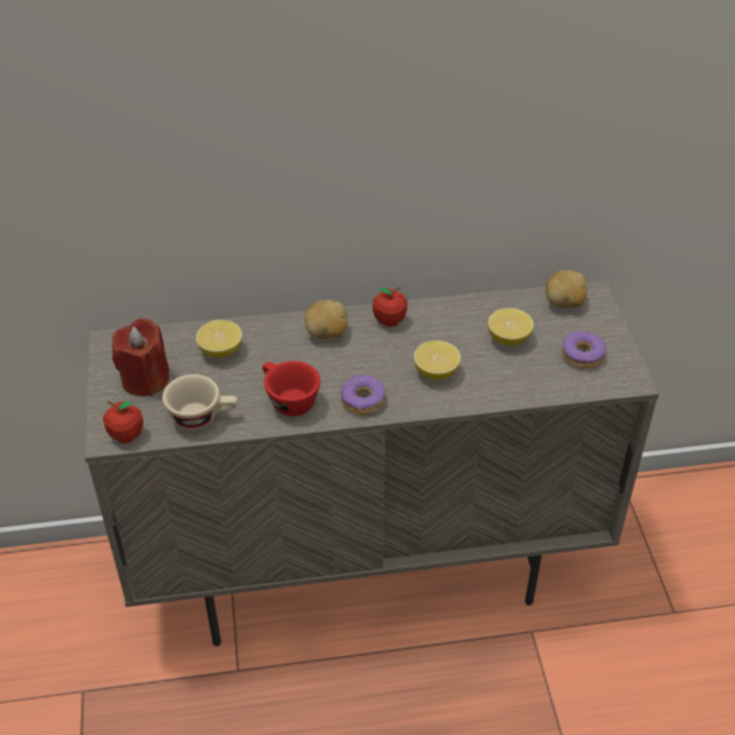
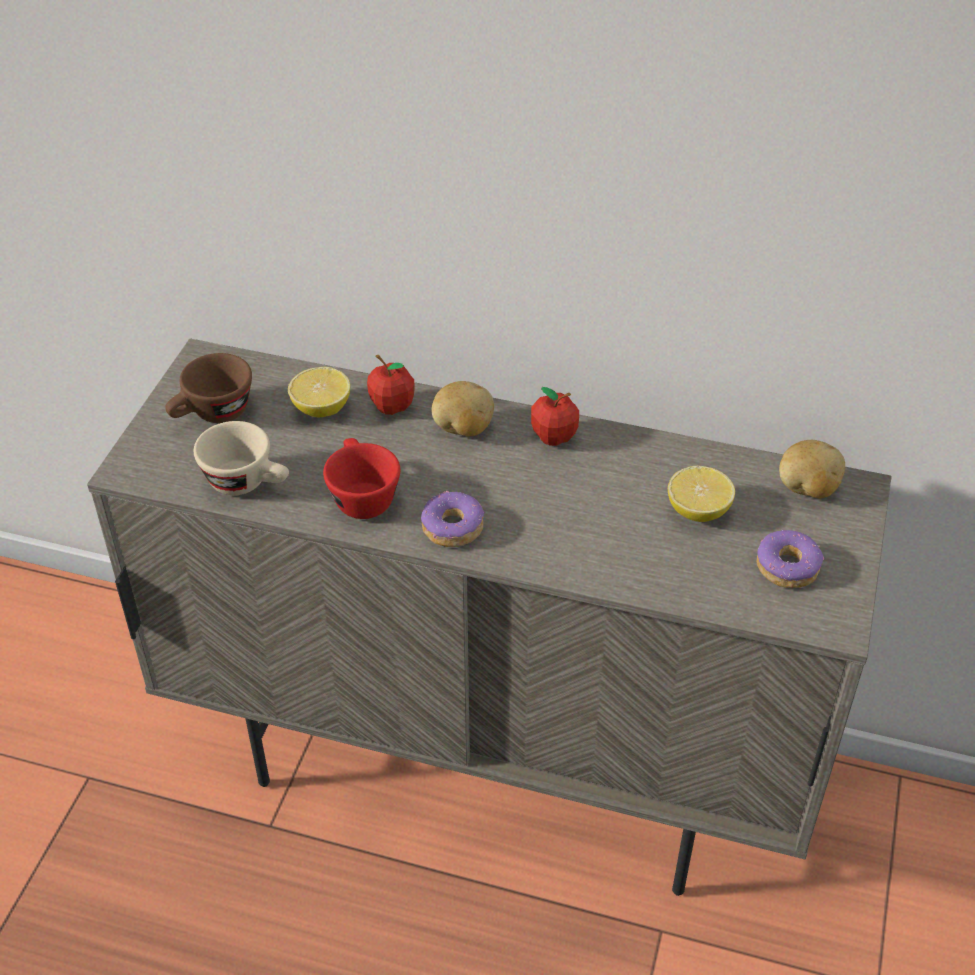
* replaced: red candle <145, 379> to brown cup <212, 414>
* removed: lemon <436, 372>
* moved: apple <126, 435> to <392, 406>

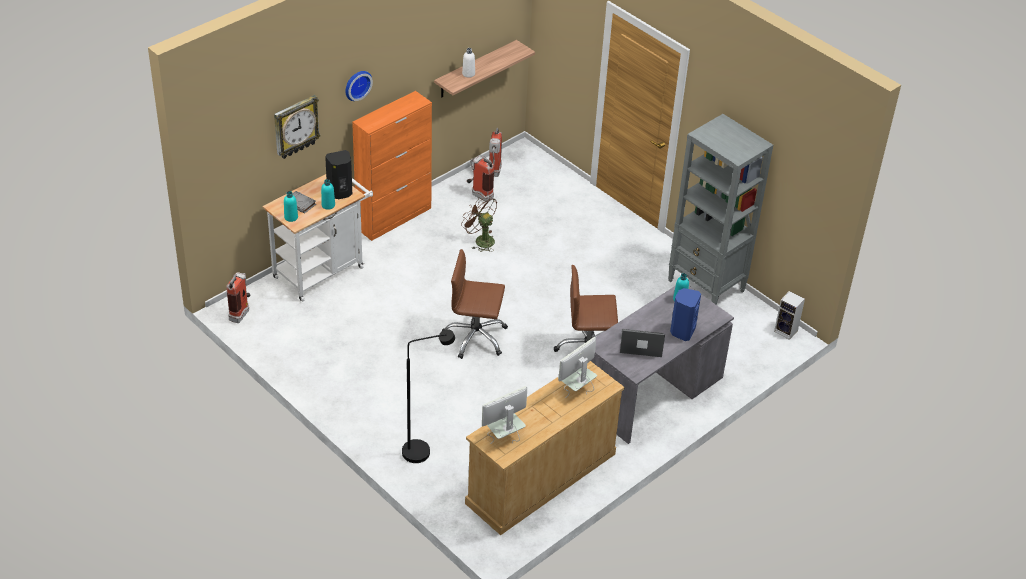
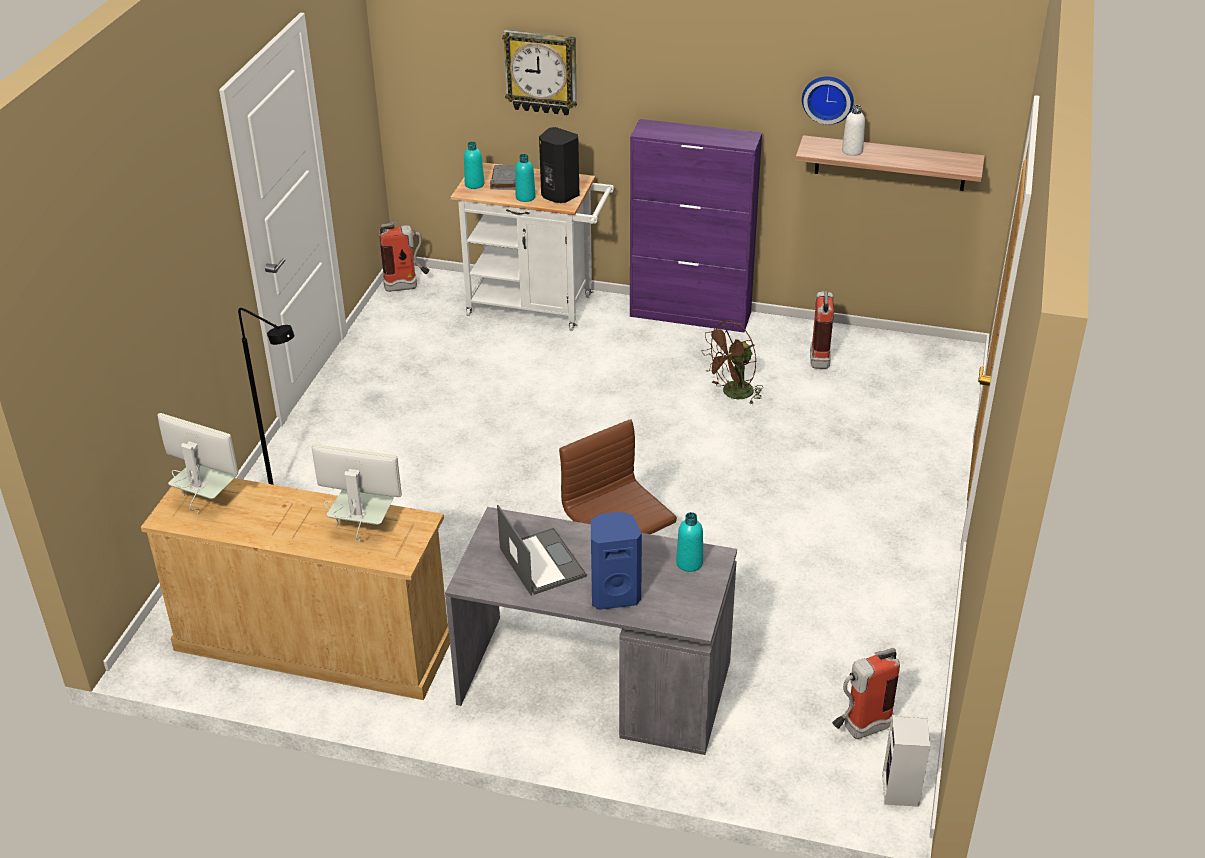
* moved: wall clock <356, 84> to <828, 98>
* recoloured: orange cabinet <394, 218> to purple cabinet <691, 314>
* removed: grey bookcase <706, 286>
* moved: fire extinguisher <494, 173> to <859, 730>
* turned: brown fan <480, 240> = <733, 394> 135 degrees counterclockwise
* removed: brown office chair <475, 337>

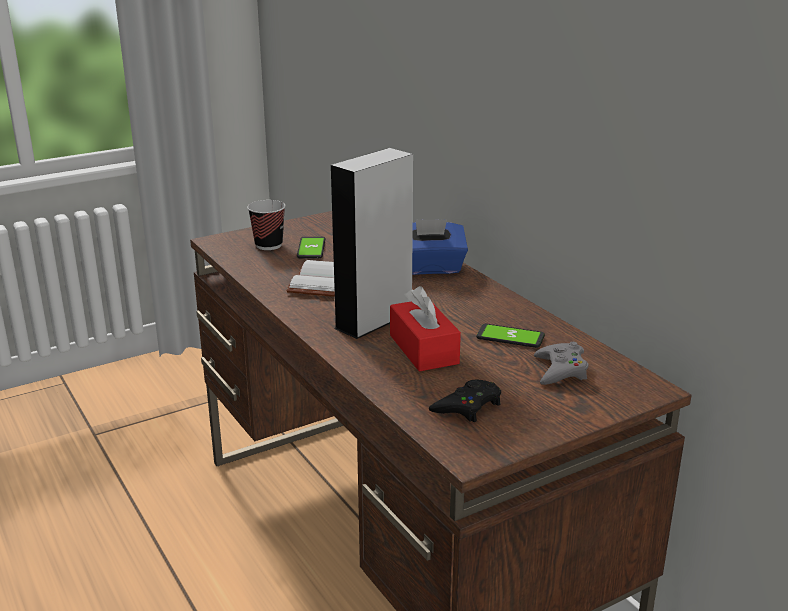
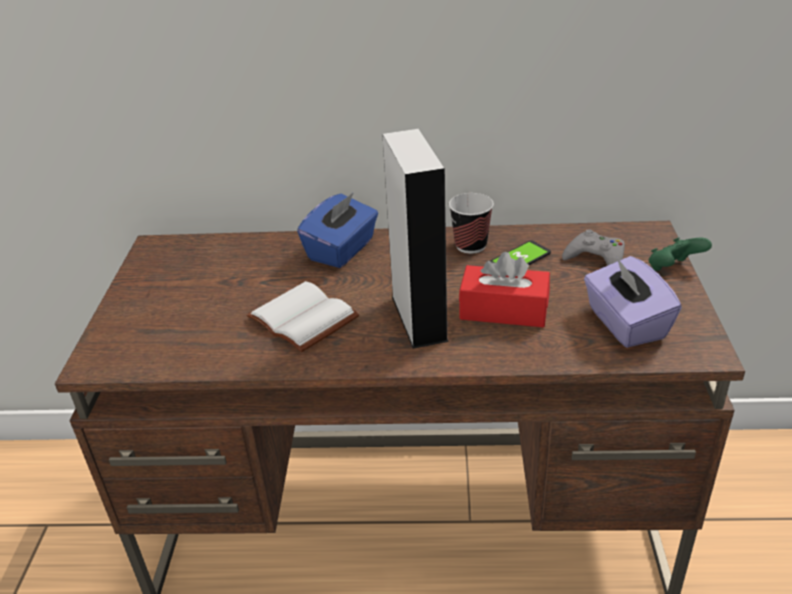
* moved: cup <268, 245> to <470, 245>
* removed: phone <311, 248>
* replaced: black game controller <467, 406> to purple tissue box <625, 323>
* added: green game controller <673, 269>

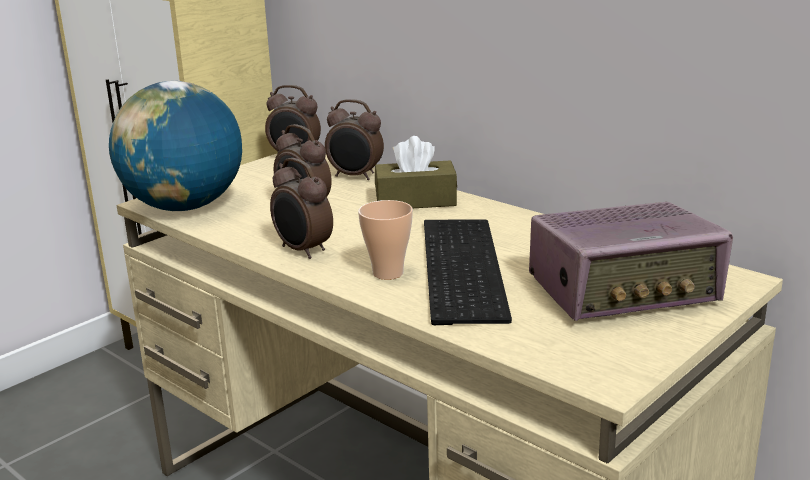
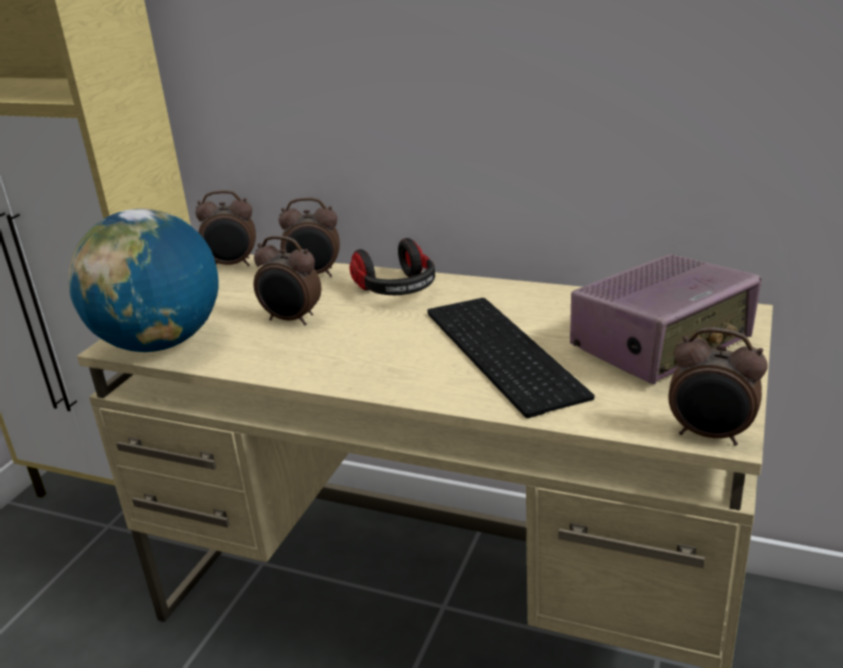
* replaced: brown tissue box <415, 201> to headphones <397, 290>
* moved: alarm clock <303, 251> to <710, 435>
* removed: cup <388, 273>

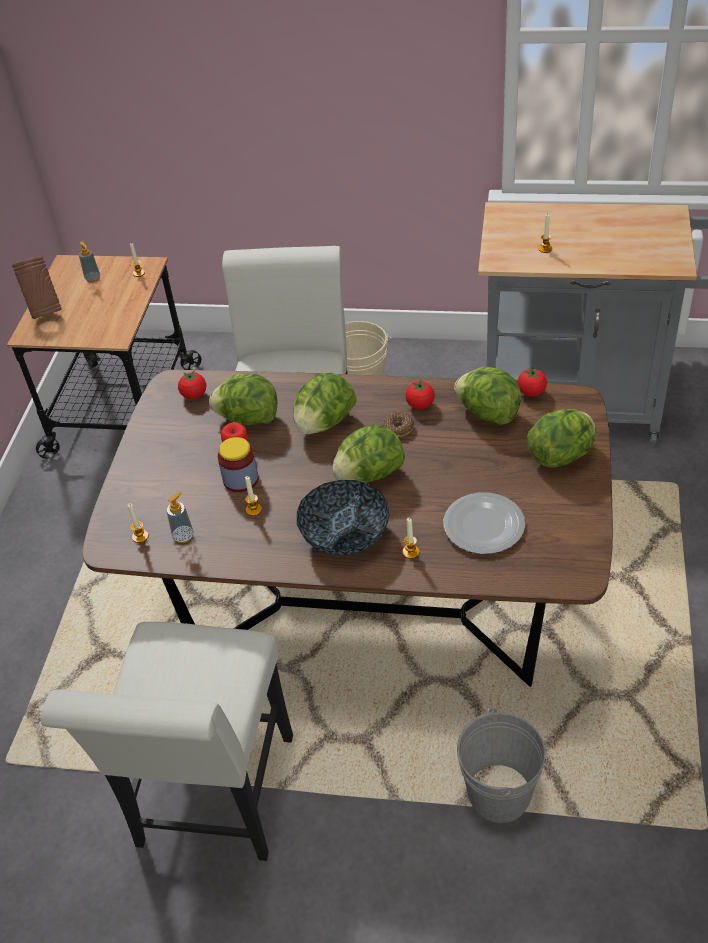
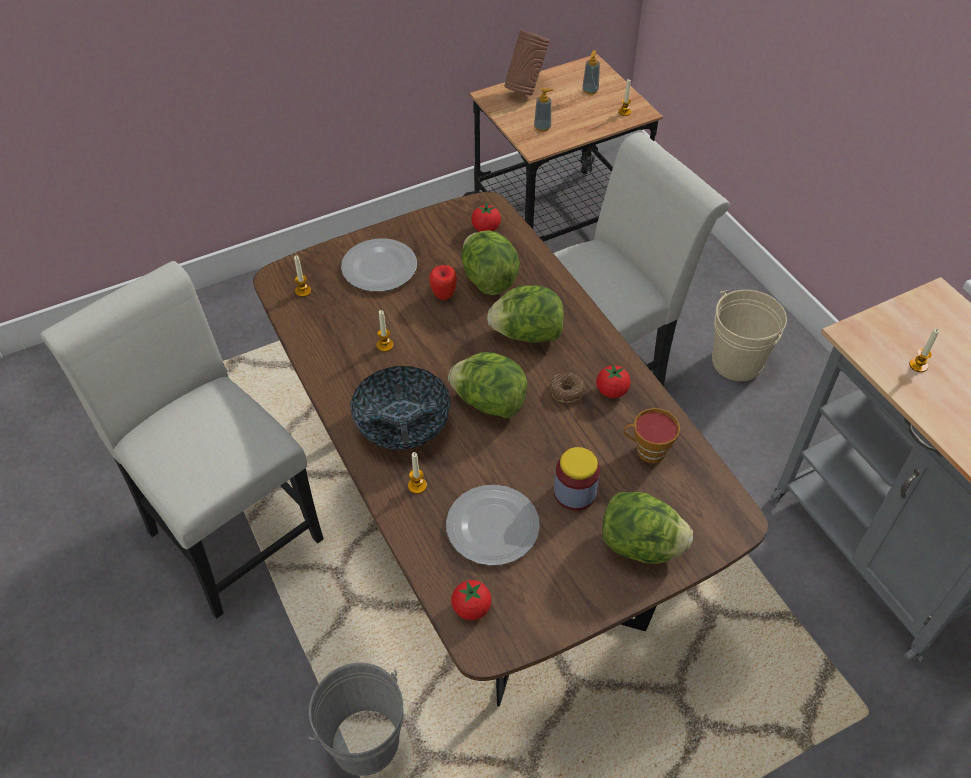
* replaced: lettuce <487, 413> to cup <647, 451>
* moved: tomato <531, 392> to <471, 608>
* moved: jar <241, 479> to <575, 493>
* moved: soap dispenser <183, 536> to <542, 127>
* turned: white chair <213, 803> = <227, 527> 75 degrees clockwise
* added: plate <378, 267>

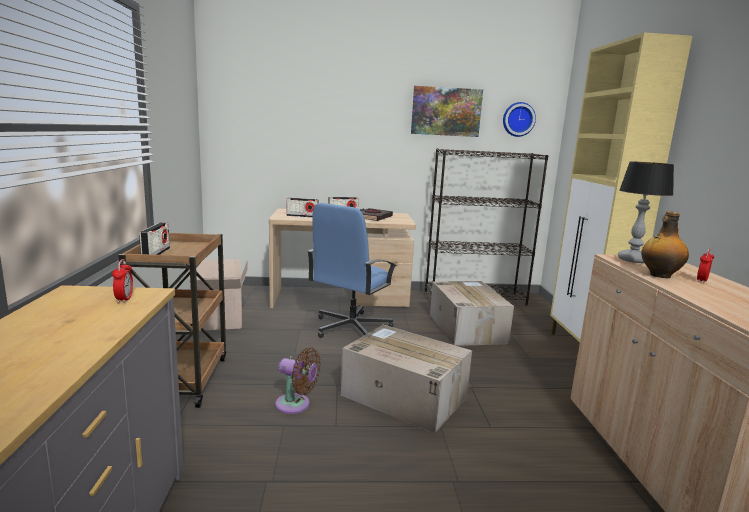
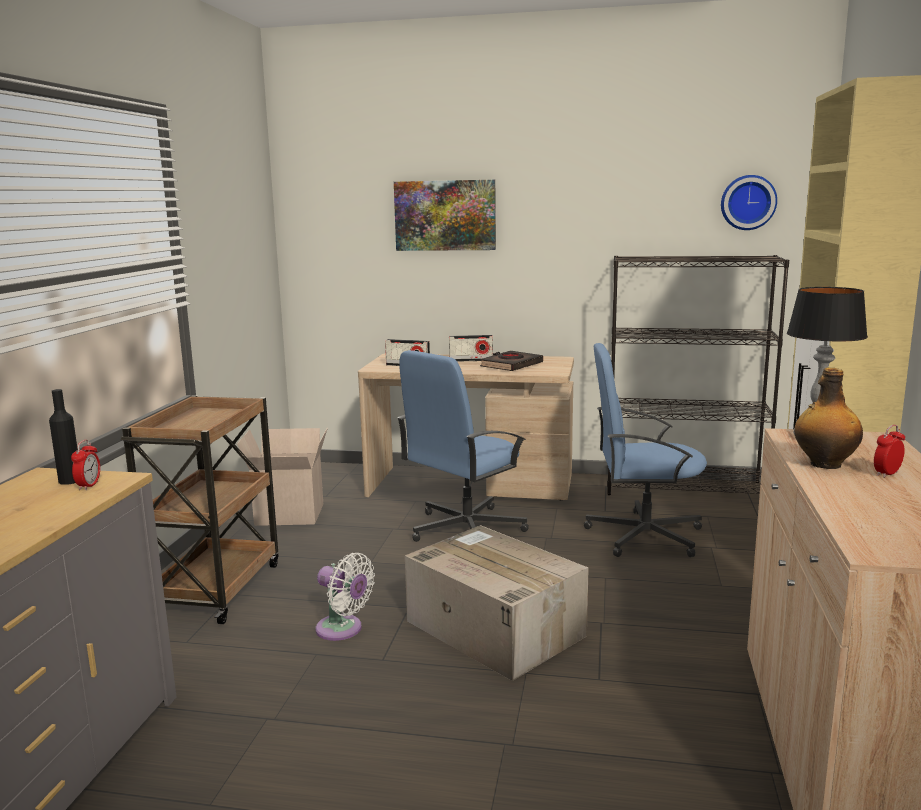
* moved: picture <446, 111> to <445, 215>
* removed: radio <156, 254>
* replaced: cardboard box <466, 328> to blue office chair <642, 535>
* recoloured: brown fan <296, 405> to white fan <343, 630>
* added: black bottle <70, 480>

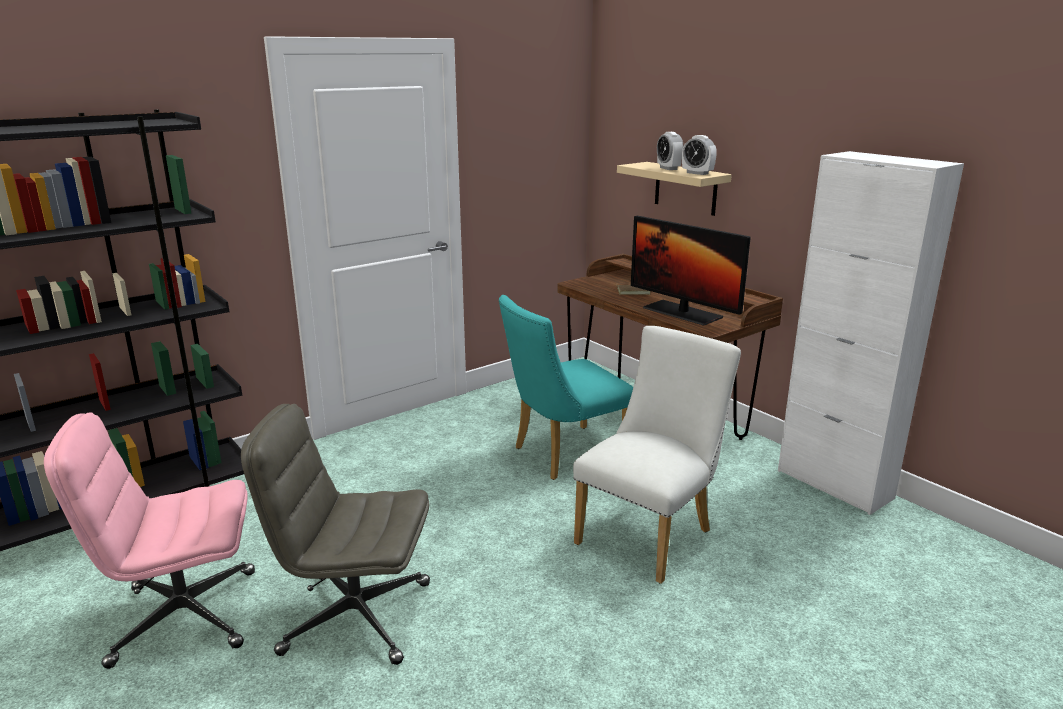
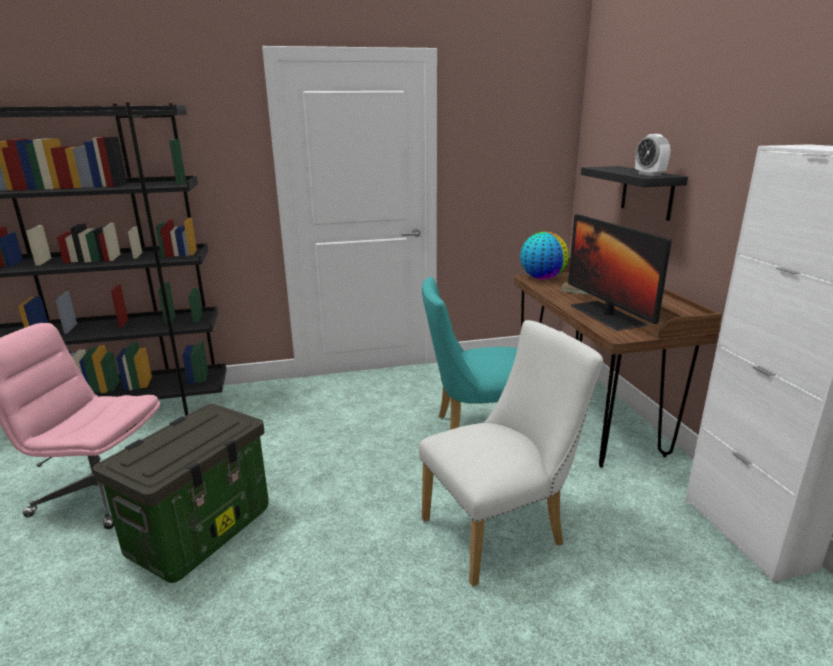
* removed: alarm clock <668, 168>
* recoloured: beige shelf <685, 188> to black shelf <647, 192>
* replaced: grey office chair <354, 617> to storage box <201, 531>
* added: globe <542, 278>

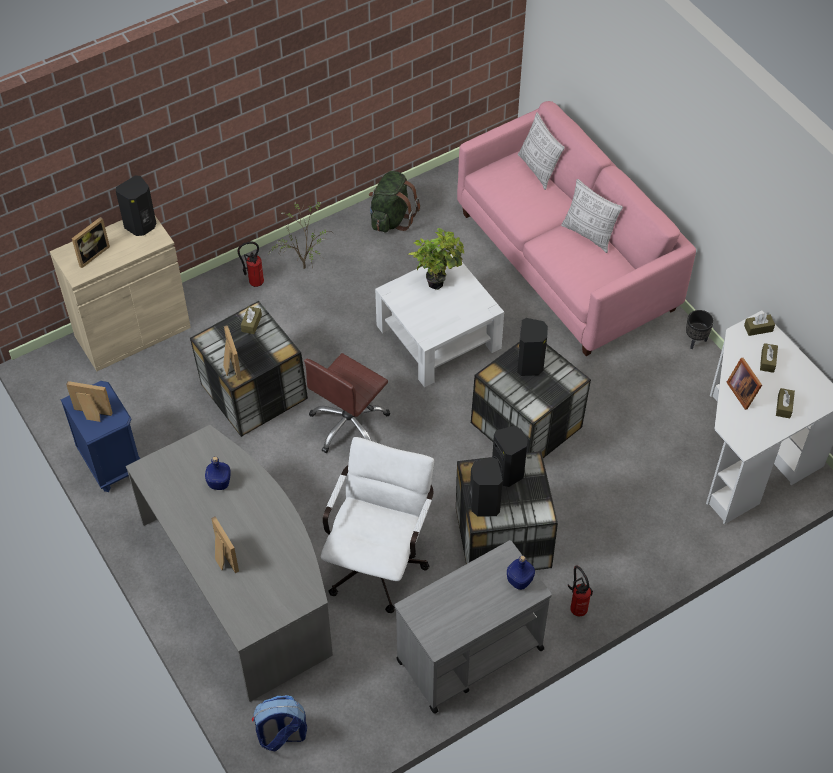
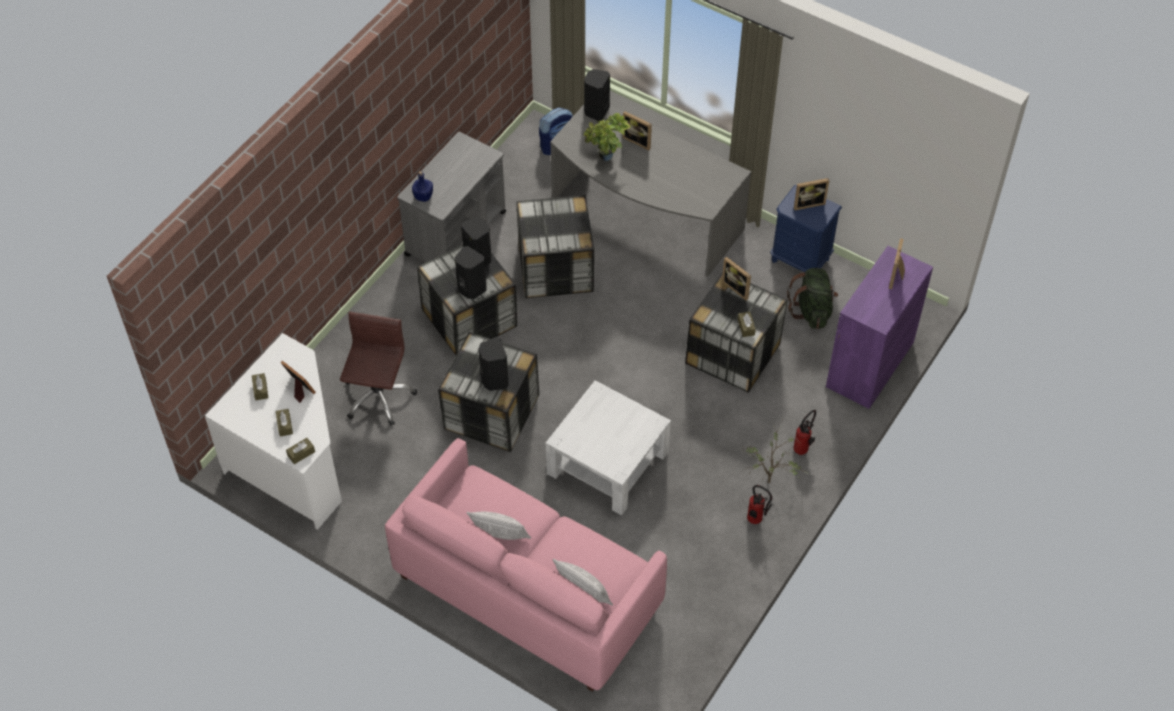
* moved: green backpack <391, 218> to <812, 311>
* moved: black speaker <141, 226> to <596, 111>
* recoloured: beige cabinet <132, 332> to purple cabinet <870, 364>
* moved: potted plant <437, 281> to <606, 159>
* removed: black planter <695, 341>
* moved: brown office chair <349, 425> to <378, 396>
* replaced: white office chair <379, 559> to storage box <555, 269>
* removed: blue bottle <219, 483>
* moved: fire extinguisher <577, 607> to <756, 521>

